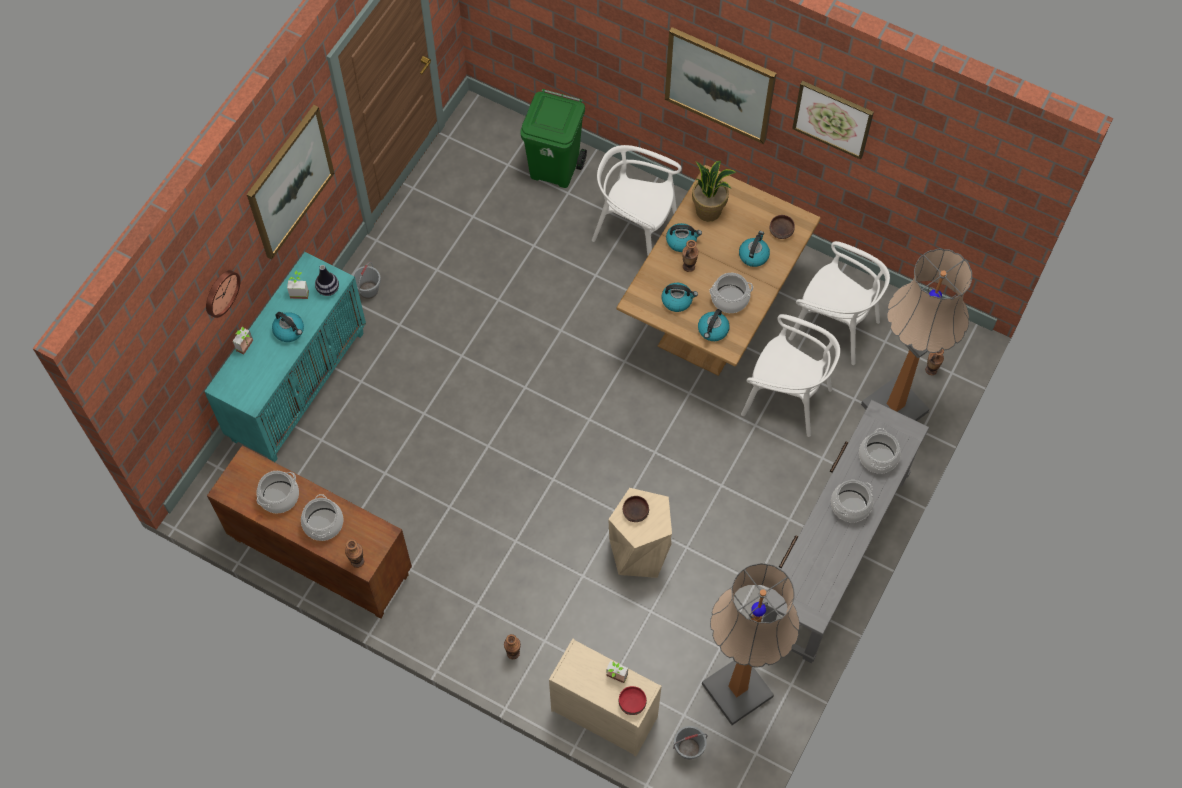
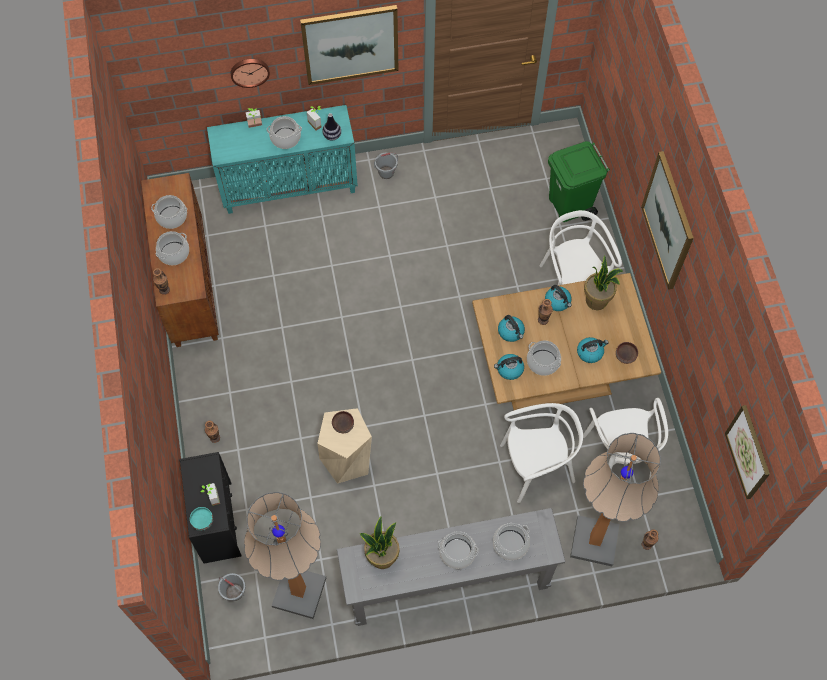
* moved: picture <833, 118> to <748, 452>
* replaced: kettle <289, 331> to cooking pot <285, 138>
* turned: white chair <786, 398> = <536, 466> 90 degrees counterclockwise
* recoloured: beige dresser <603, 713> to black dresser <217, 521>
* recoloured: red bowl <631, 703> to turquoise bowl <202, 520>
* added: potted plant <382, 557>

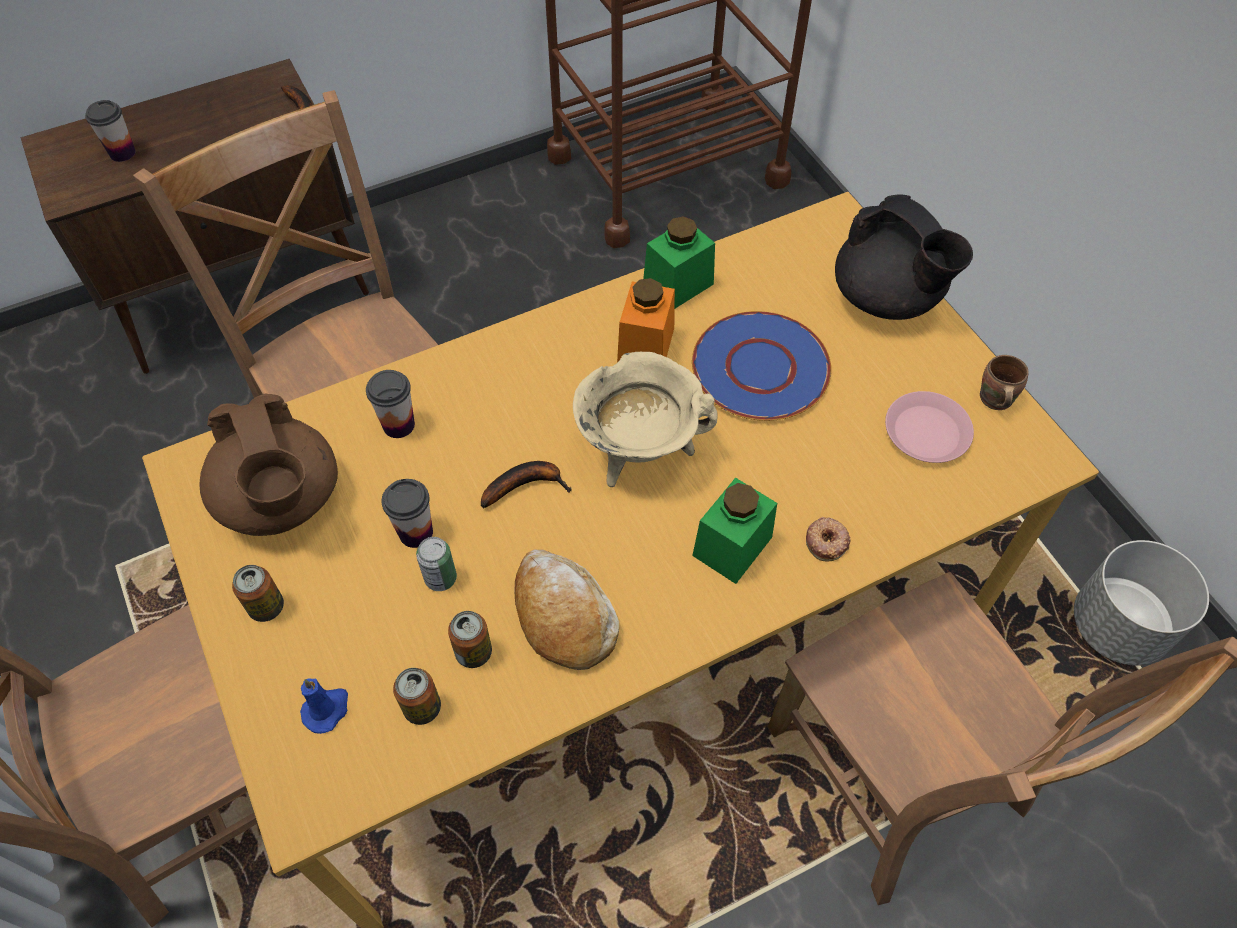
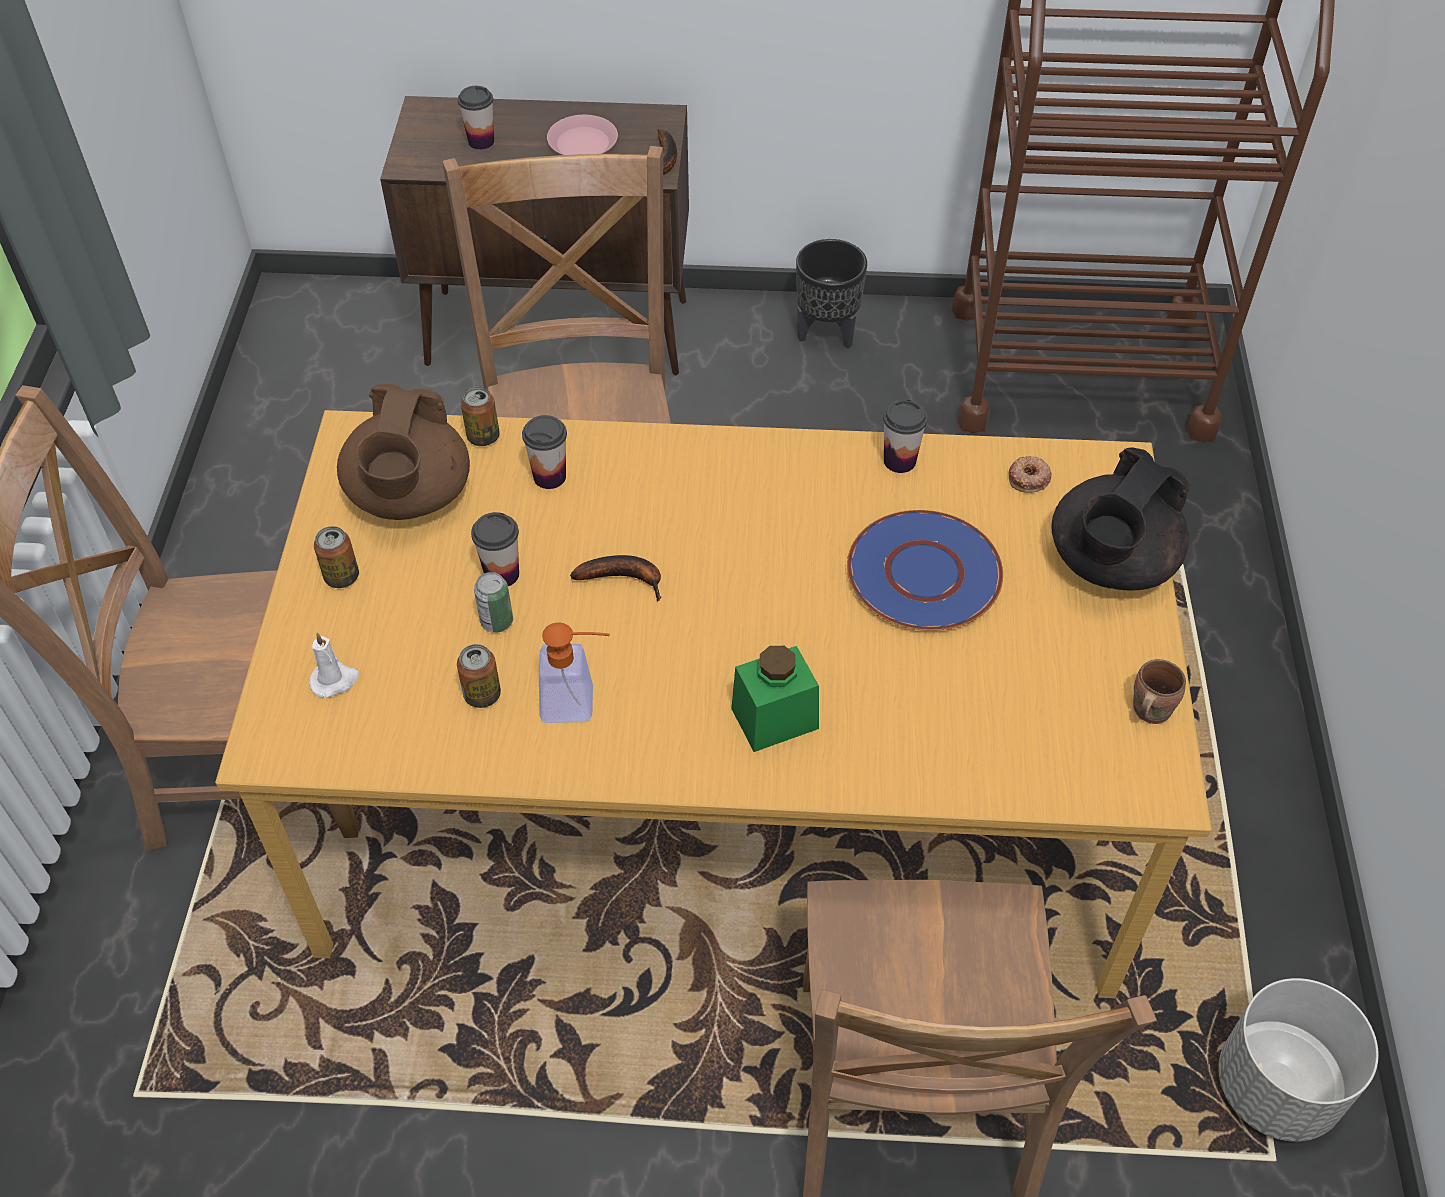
* turned: black teapot <887, 298> = <1110, 564> 45 degrees clockwise
* replaced: green jar <678, 284> to cup <899, 461>
* removed: orange jar <646, 345>
* removed: beige cooking pot <639, 452>
* moved: pink plate <927, 433> to <583, 144>
* moved: donut <827, 541> to <1029, 478>
* replaced: bread <563, 616> to soap dispenser <578, 703>
* moved: can <422, 708> to <483, 437>
* recoloured: blue candle <327, 709> to white candle <335, 680>
* added: black planter <825, 333>

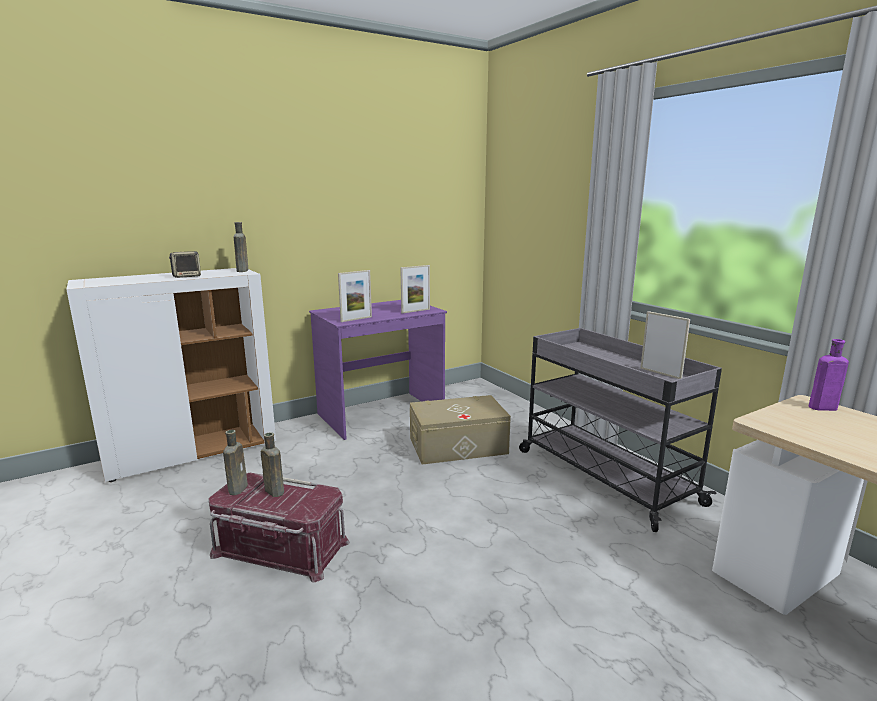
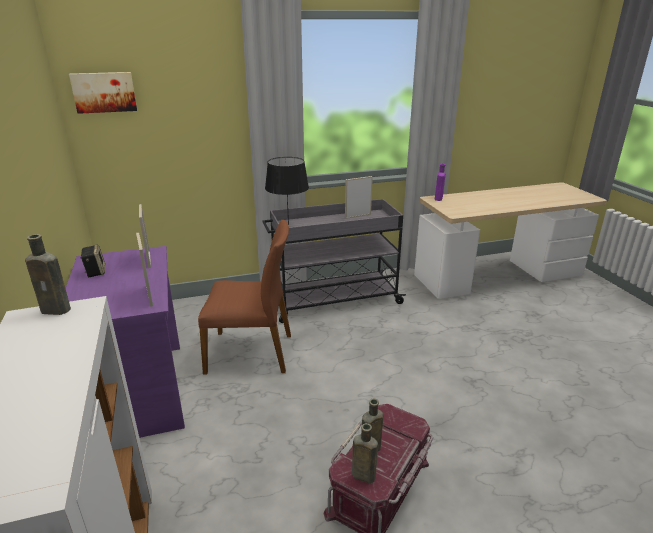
* moved: speaker <187, 276> to <95, 272>
* replaced: beige storage box <458, 446> to brown chair <251, 352>
* added: picture <104, 92>
* added: black table lamp <288, 225>

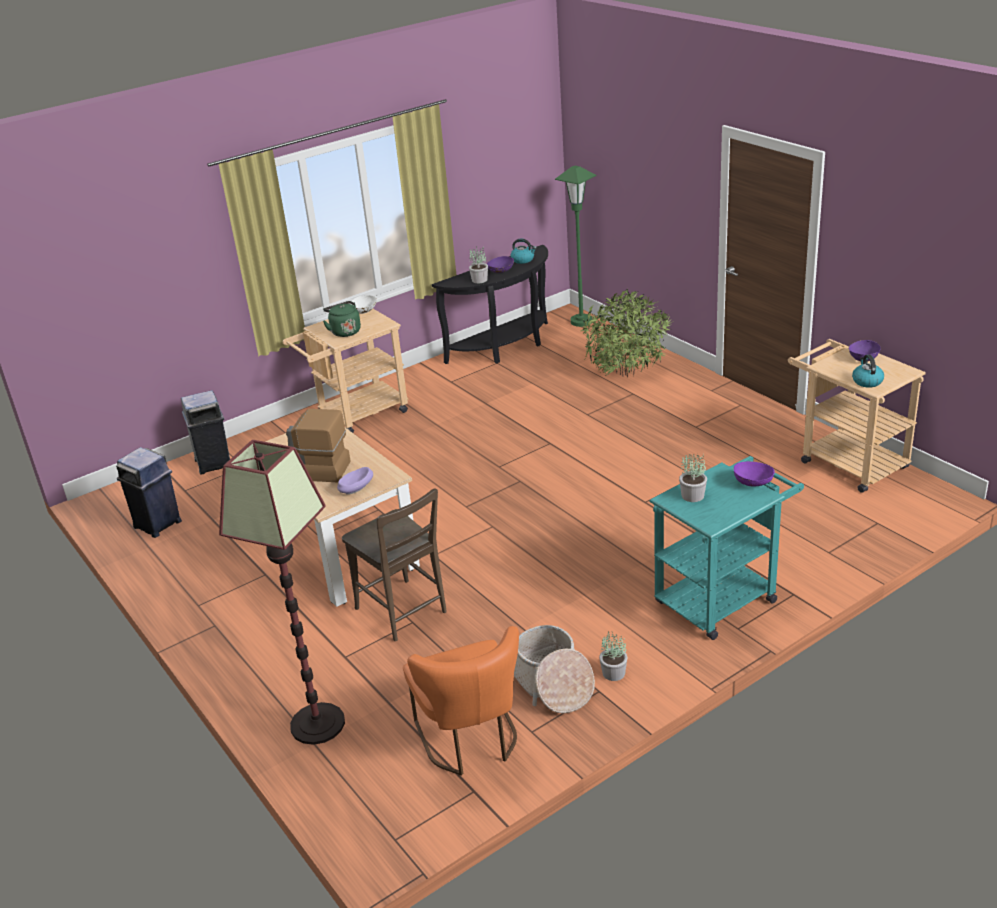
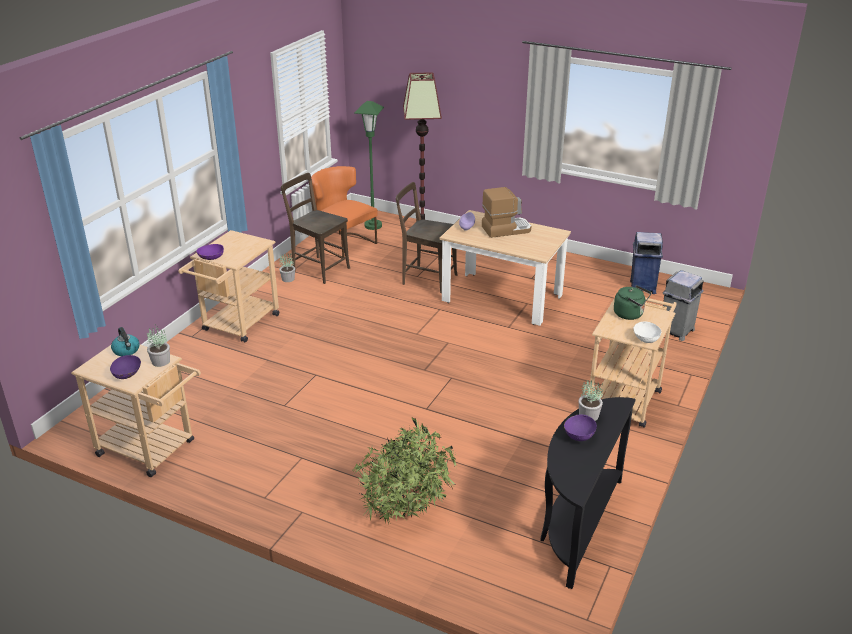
* moved: green floor lamp <581, 321> to <373, 225>
* removed: kettle <523, 260>
* moved: potted plant <693, 496> to <160, 361>
* recoloured: turquoise cart <723, 596> to beige cart <237, 325>
* replaced: basket <552, 683> to brown chair <319, 269>

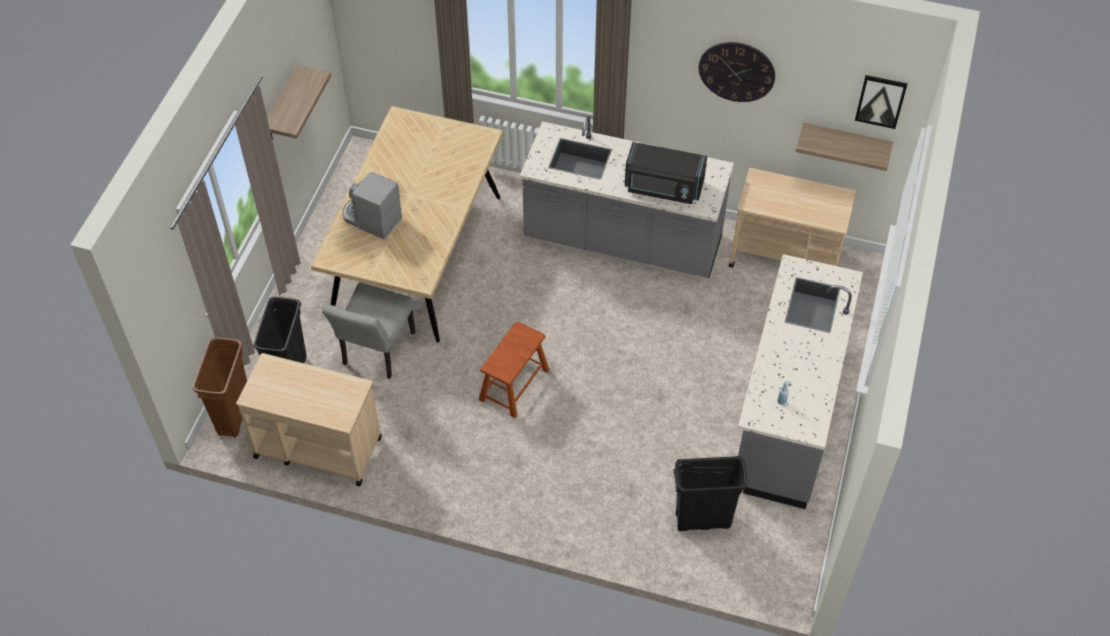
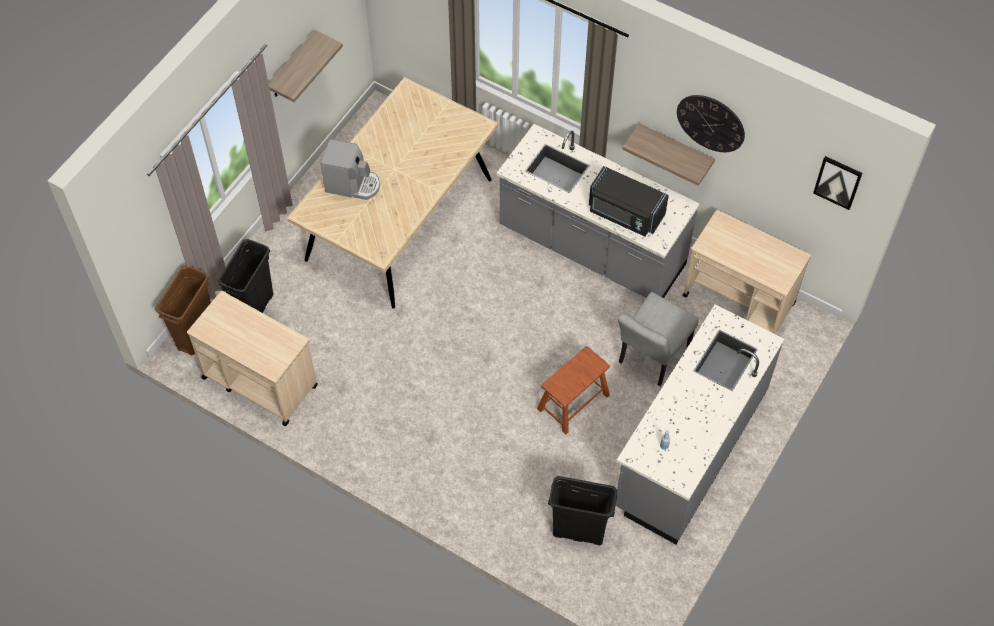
* moved: shelf <845, 142> to <675, 149>
* turned: coffee machine <371, 219> = <353, 184> 150 degrees clockwise
* moved: grey chair <375, 353> to <650, 358>
* moved: brown stool <514, 384> to <573, 401>

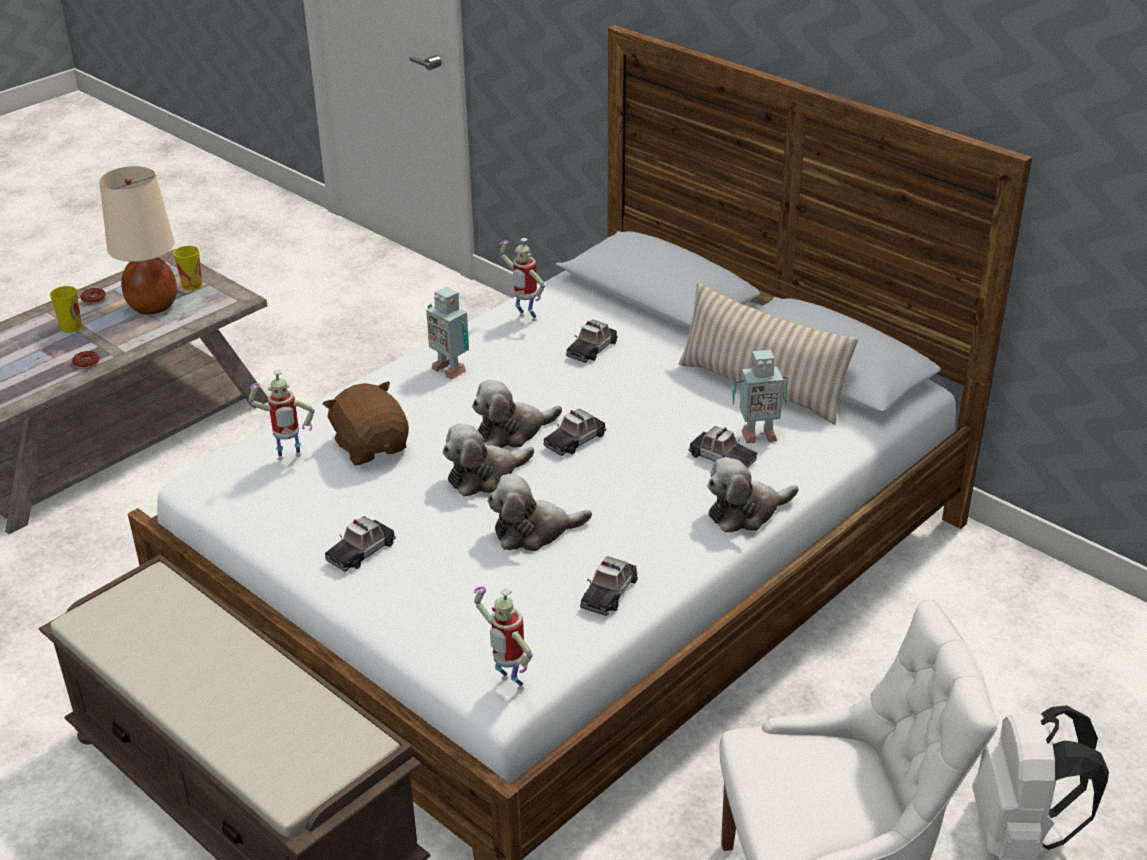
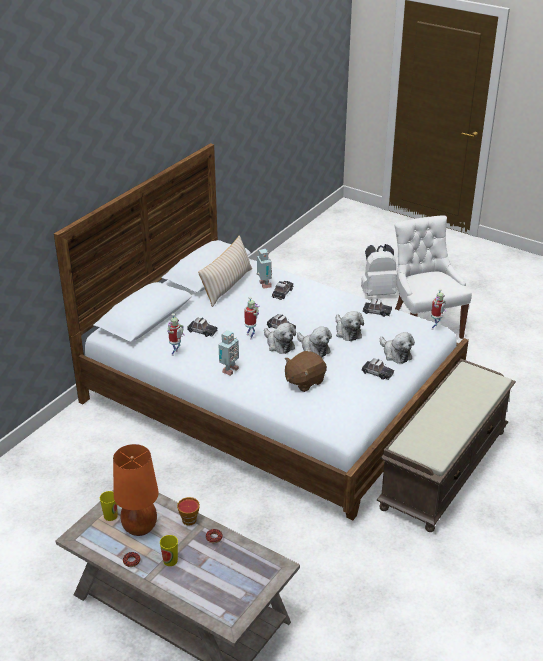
* recoloured: beige table lamp <154, 306> to orange table lamp <139, 527>
* moved: toy robot <289, 459> to <251, 336>
* moved: plush toy <746, 512> to <395, 354>
* added: cup <188, 518>

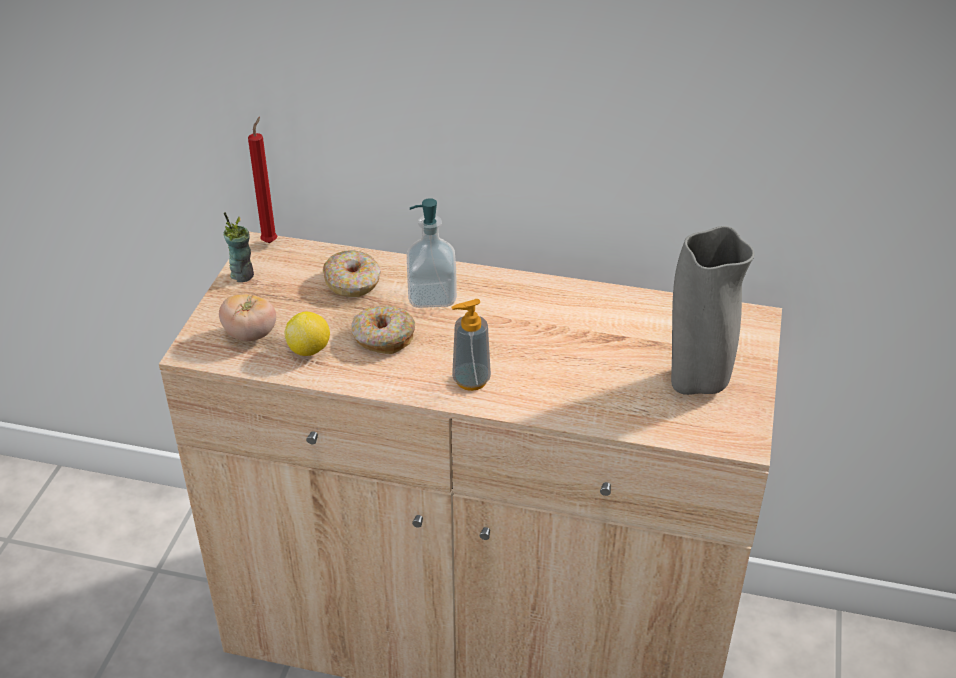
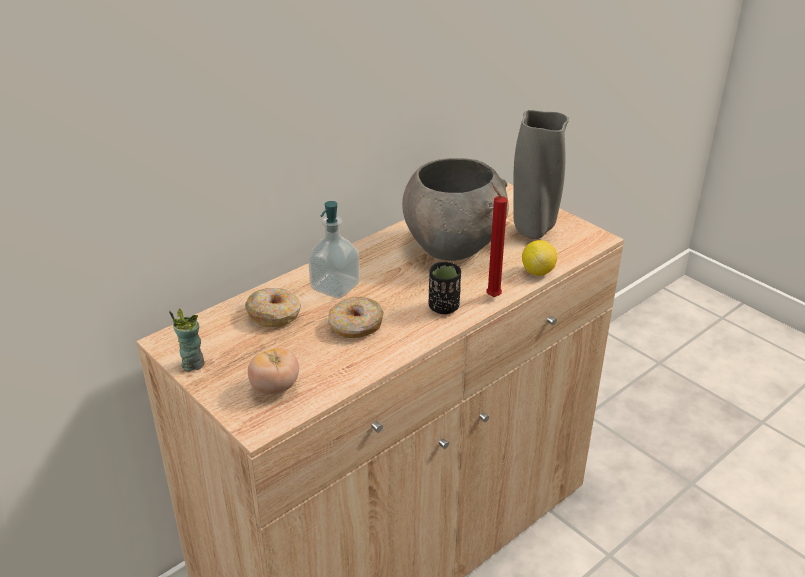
* moved: red candle <271, 241> to <491, 295>
* replaced: soap dispenser <471, 380> to black cup <444, 307>
* moved: lemon <309, 350> to <537, 271>
* added: grey bowl <453, 246>

